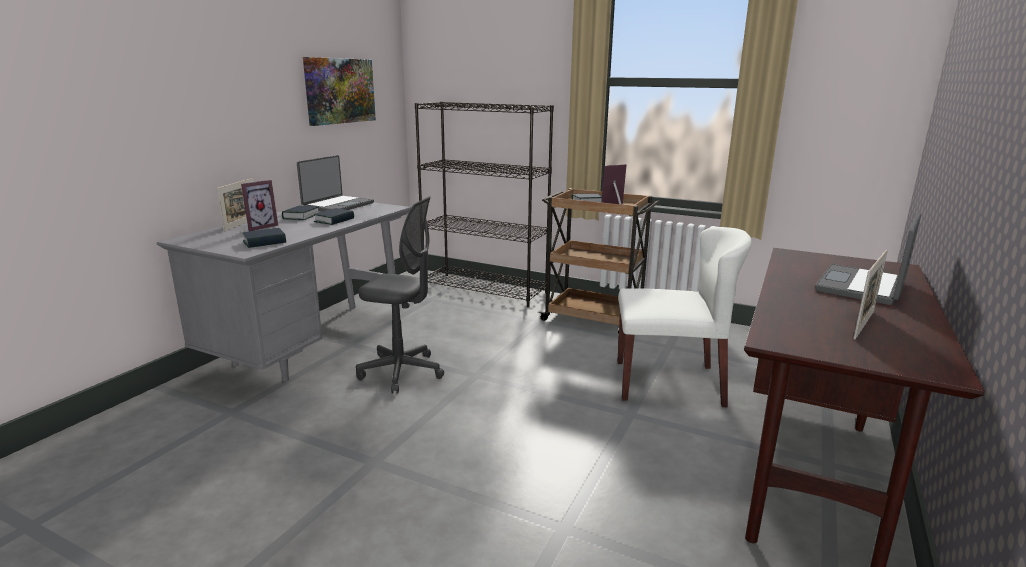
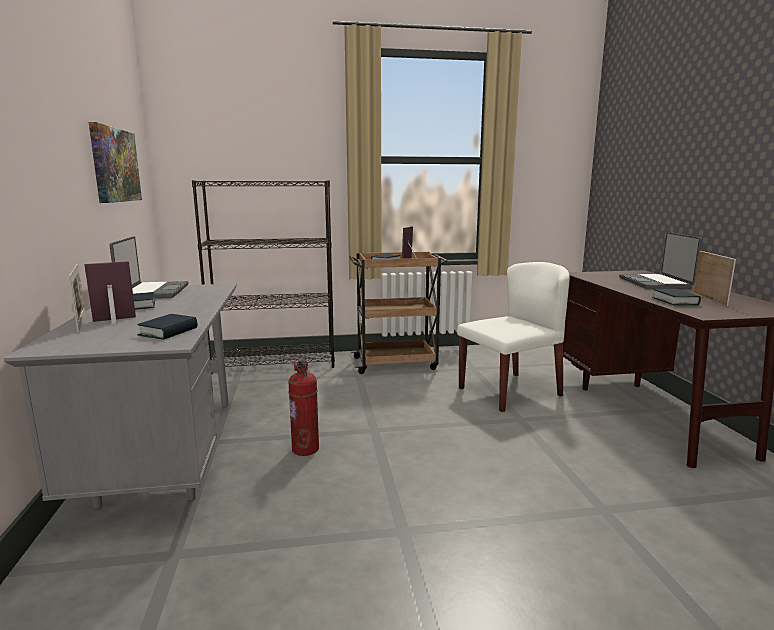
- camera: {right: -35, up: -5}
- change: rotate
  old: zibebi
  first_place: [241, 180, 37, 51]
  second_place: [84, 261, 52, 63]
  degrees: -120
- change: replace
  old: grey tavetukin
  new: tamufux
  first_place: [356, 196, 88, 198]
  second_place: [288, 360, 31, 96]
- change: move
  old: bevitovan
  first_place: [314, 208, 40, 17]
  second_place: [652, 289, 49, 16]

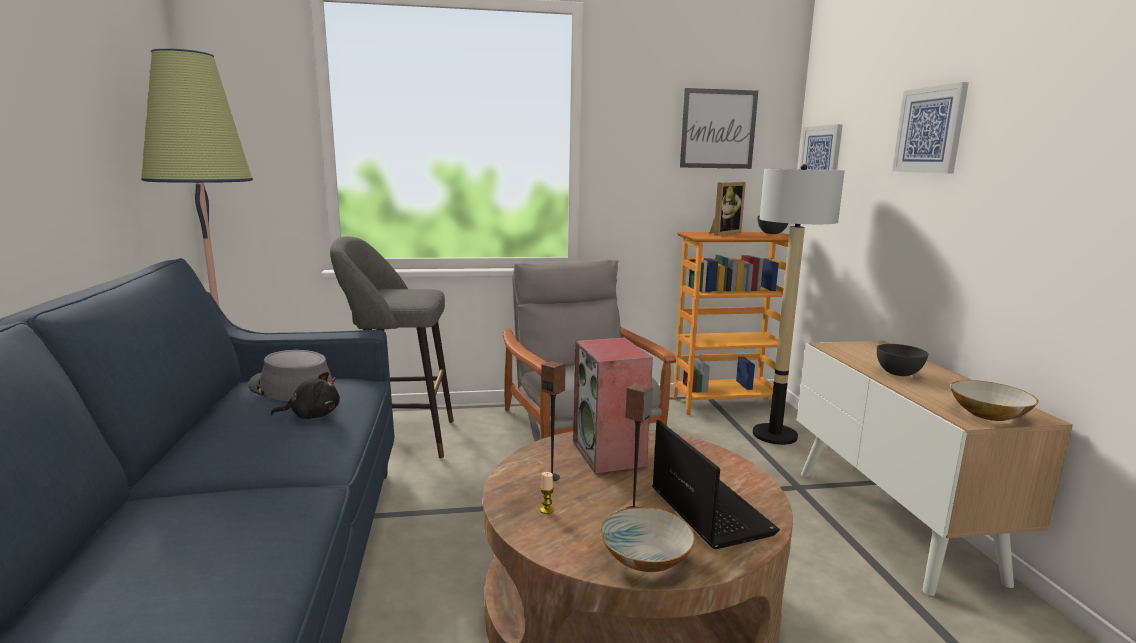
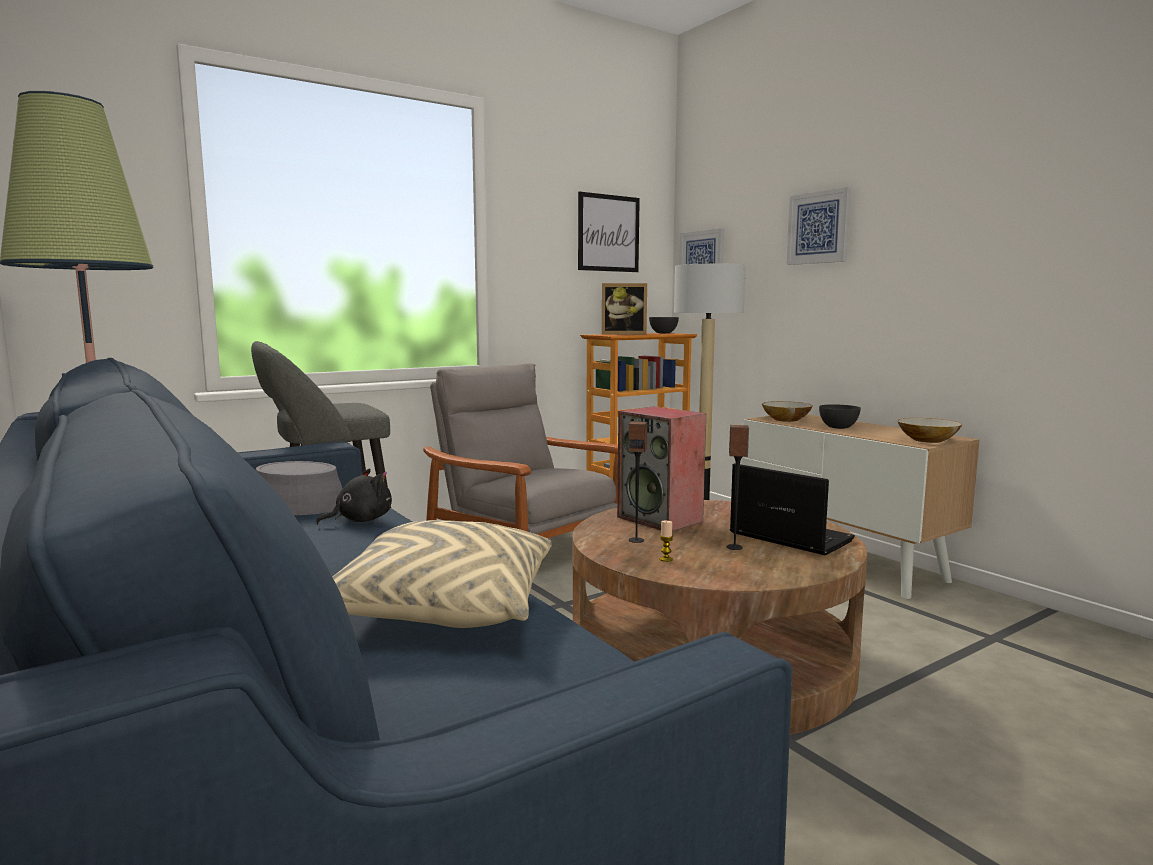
- camera: {right: -25, up: -5}
- change: insert
  new: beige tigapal
  second_place: [333, 520, 219, 108]
- change: rotate
  old: zibebi
  first_place: [710, 182, 36, 54]
  second_place: [602, 283, 45, 52]
  degrees: 75
- change: move
  old: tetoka
  first_place: [600, 507, 96, 65]
  second_place: [762, 401, 51, 21]

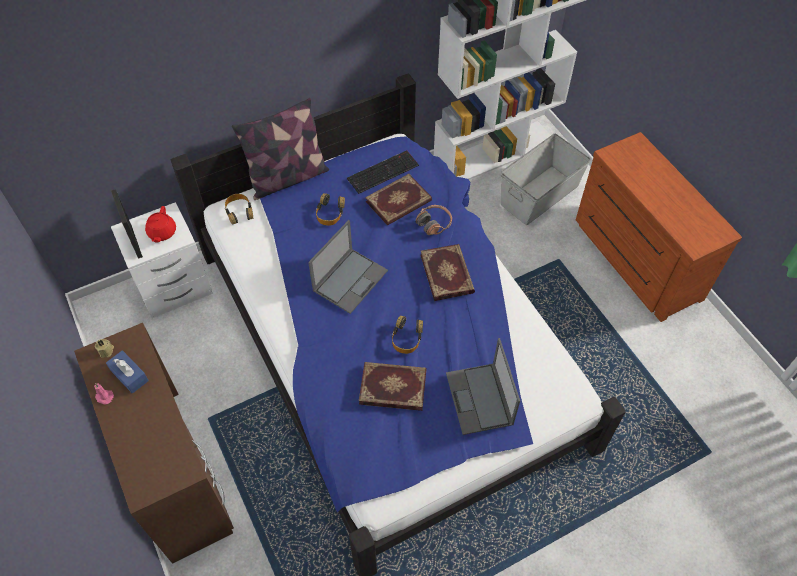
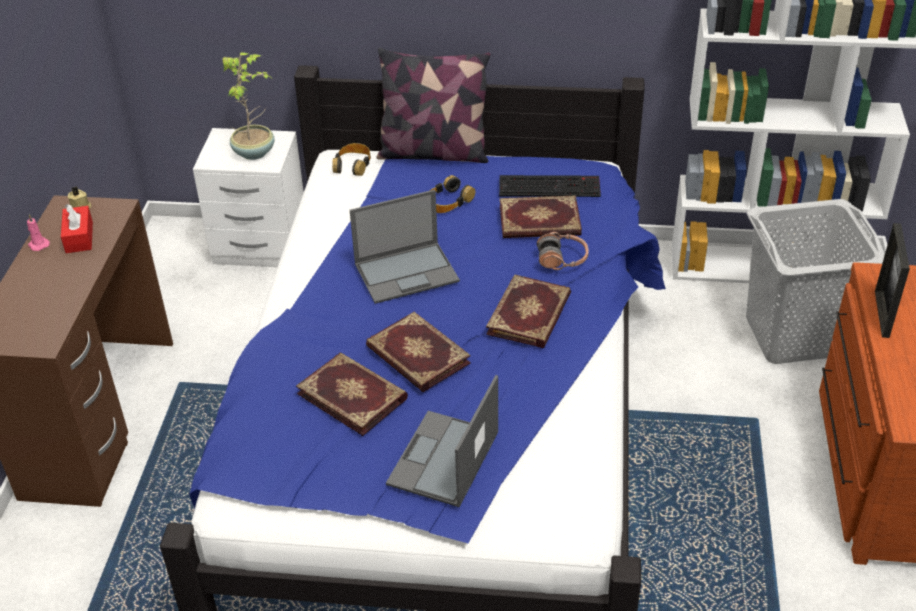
- camera: {right: 35, up: -15}
- change: recolor
  old: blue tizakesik
  new: red tizakesik
  first_place: [106, 350, 43, 44]
  second_place: [61, 204, 32, 49]
- change: replace
  old: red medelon
  new: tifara
  first_place: [145, 206, 31, 37]
  second_place: [222, 52, 53, 108]
- change: replace
  old: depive
  new: bevitovan
  first_place: [392, 315, 31, 39]
  second_place: [366, 312, 105, 80]
- change: replace
  old: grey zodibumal
  new: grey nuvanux
  first_place: [501, 134, 90, 91]
  second_place: [746, 199, 139, 165]
- change: move
  old: zibebi
  first_place: [111, 189, 32, 70]
  second_place: [875, 223, 35, 115]

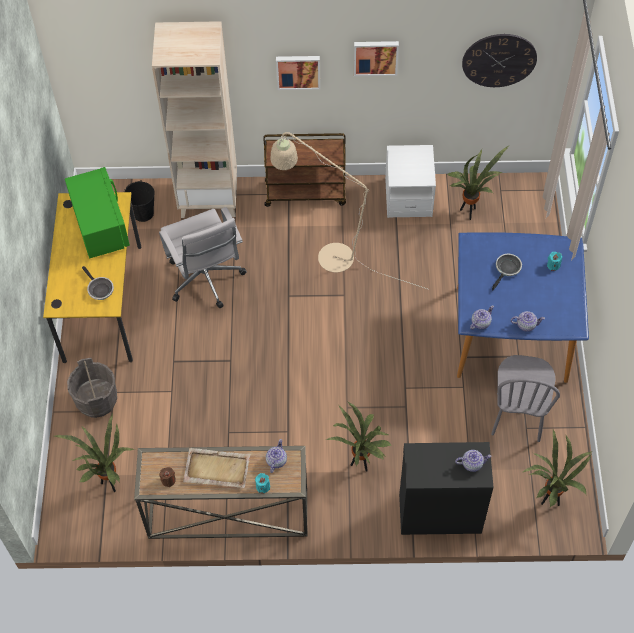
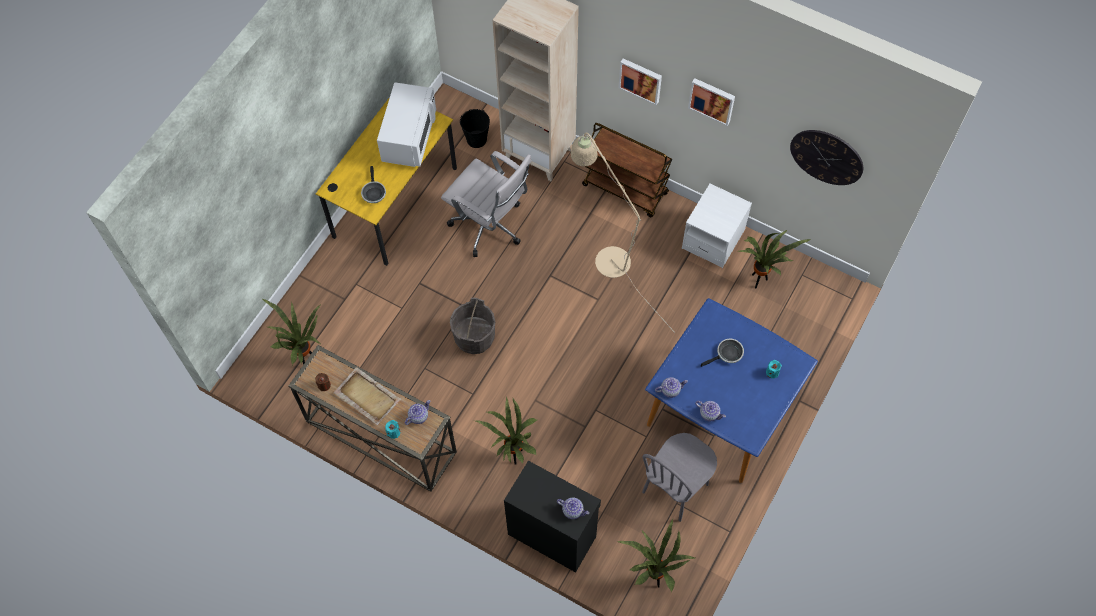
- camera: {right: 30, up: 5}
- change: recolor
  old: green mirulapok
  new: white mirulapok
  first_place: [65, 167, 65, 92]
  second_place: [377, 82, 59, 85]
- change: rotate
  old: white tavetukin
  first_place: [159, 207, 88, 102]
  second_place: [441, 151, 91, 106]
  degrees: -60
- change: move
  old: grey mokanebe
  first_place: [67, 358, 50, 60]
  second_place: [450, 298, 45, 56]

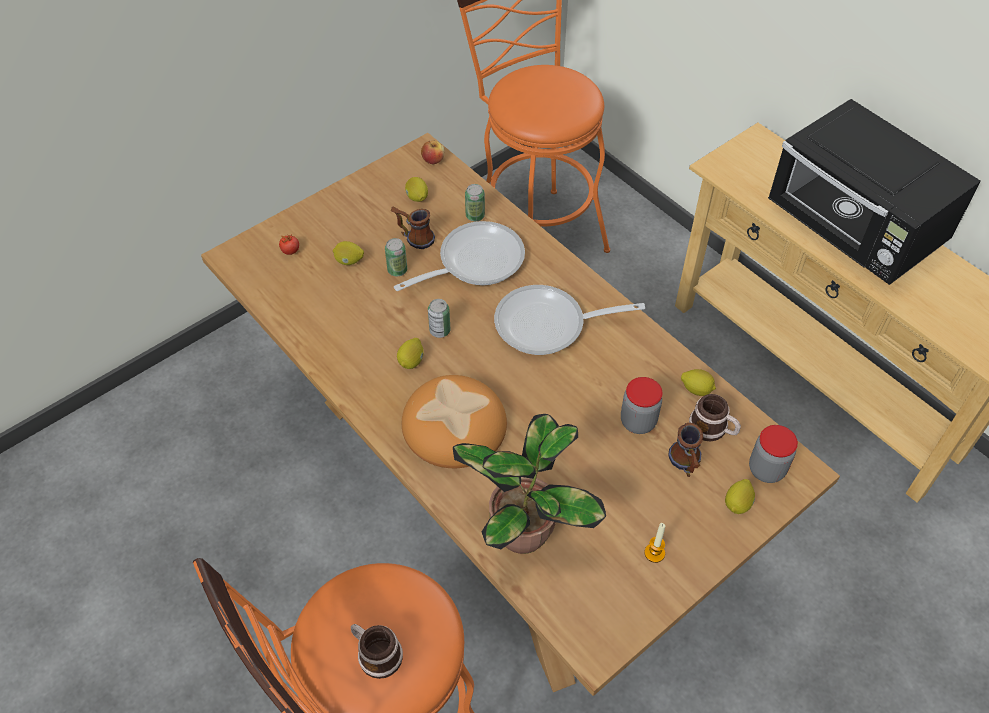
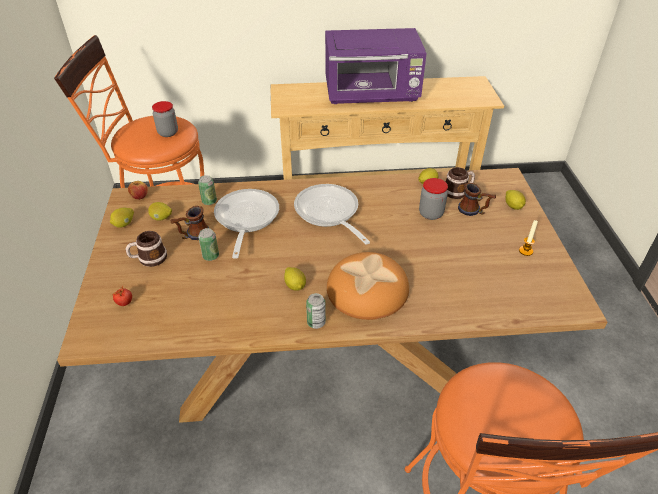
- camera: {right: -55, up: -10}
- change: move
  old: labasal
  first_place: [333, 241, 31, 24]
  second_place: [110, 208, 24, 20]
- change: move
  old: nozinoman
  first_place: [351, 624, 52, 55]
  second_place: [126, 231, 41, 36]
- change: move
  old: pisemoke
  first_place: [749, 425, 49, 58]
  second_place: [152, 101, 26, 36]
- change: rotate
  old: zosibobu
  first_place: [494, 285, 151, 70]
  second_place: [294, 184, 76, 61]
  degrees: 120
- change: move
  old: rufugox
  first_place: [428, 299, 22, 39]
  second_place: [306, 293, 20, 36]
- change: recolor
  old: black mirulapok
  new: purple mirulapok
  first_place: [768, 99, 213, 186]
  second_place: [325, 28, 102, 76]
- change: delete
  old: tifara
  first_place: [453, 414, 153, 140]

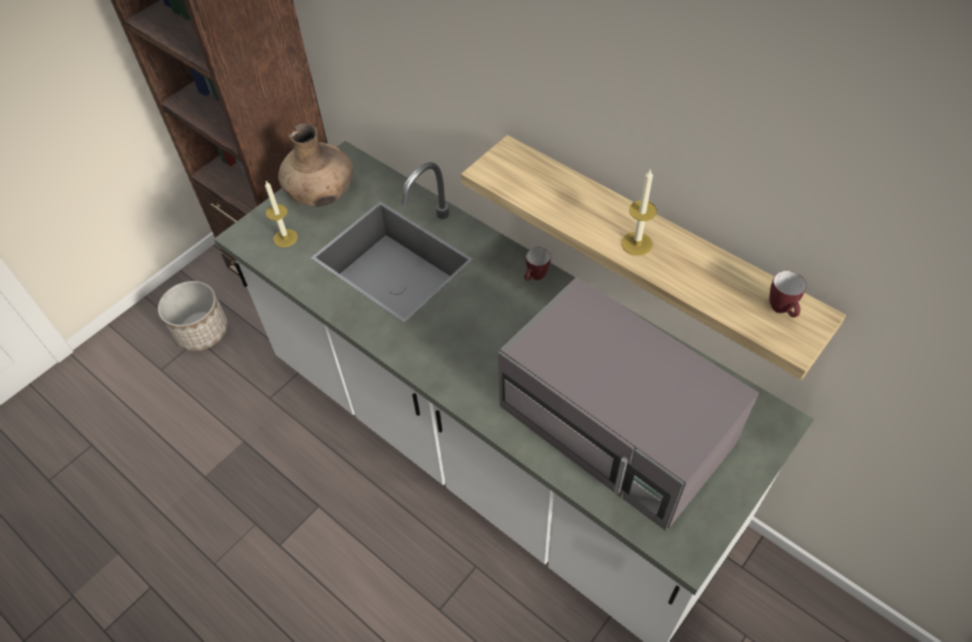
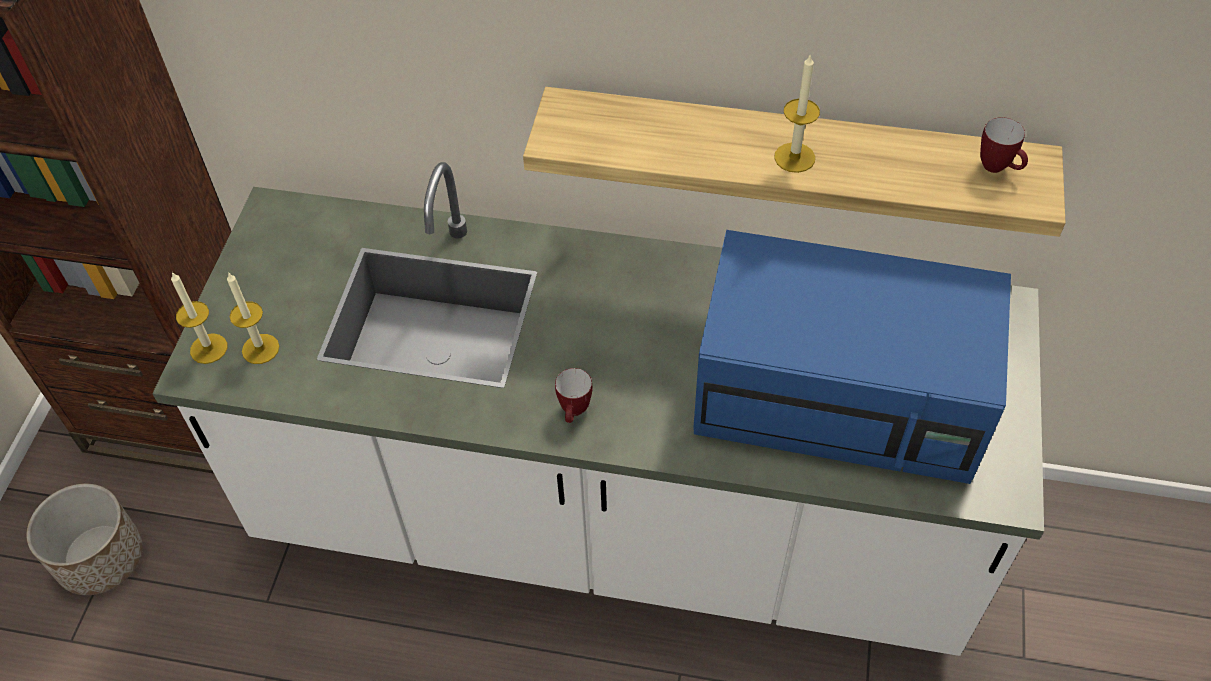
- camera: {right: -30, up: 0}
- change: insert
  new: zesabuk
  second_place: [171, 272, 56, 92]
- change: move
  old: nozinoman
  first_place: [524, 247, 27, 34]
  second_place: [555, 368, 37, 55]
- change: recolor
  old: grey mirulapok
  new: blue mirulapok
  first_place: [498, 277, 261, 253]
  second_place: [693, 230, 318, 254]
- change: delete
  old: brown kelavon
  first_place: [278, 124, 75, 83]

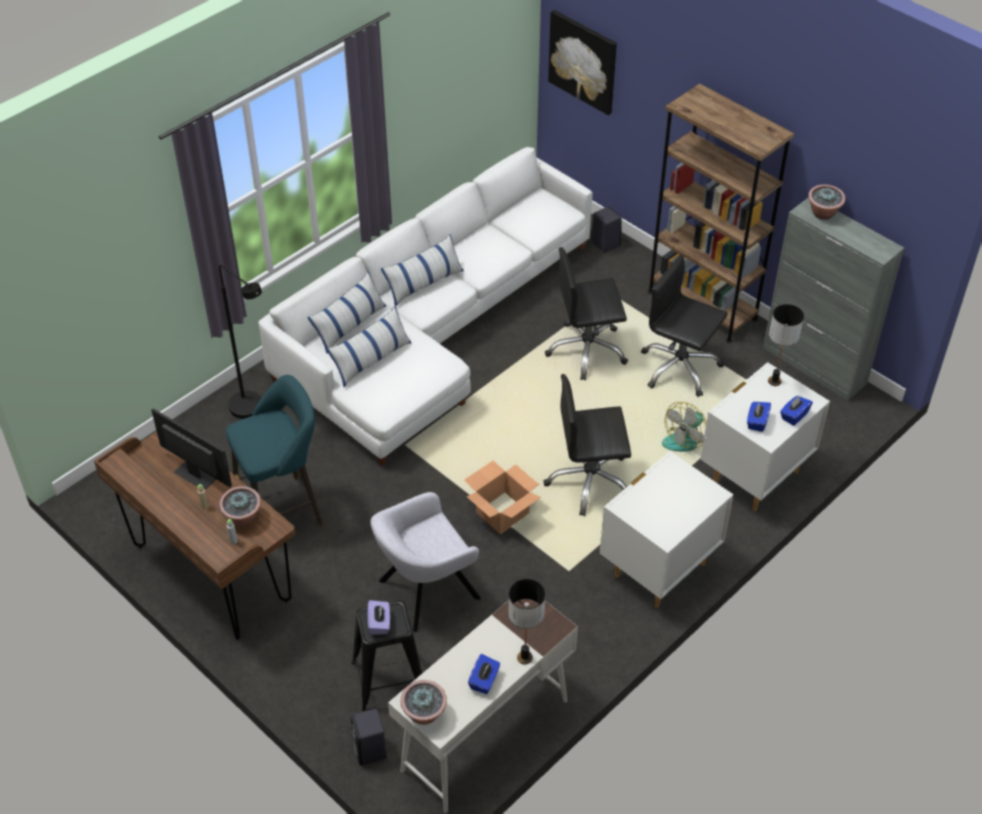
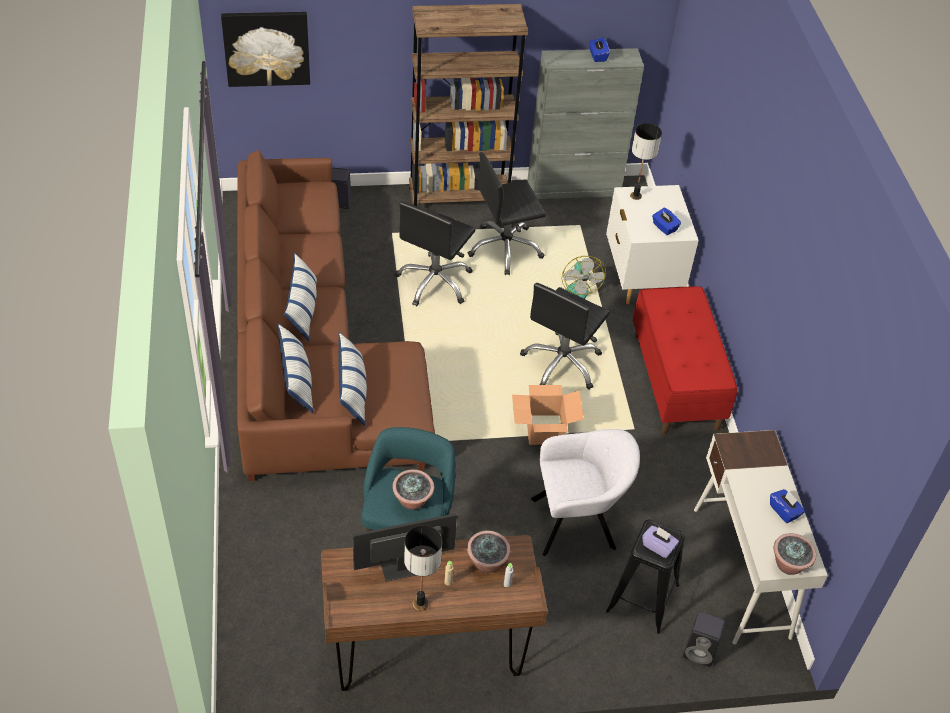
- camera: {right: -55, up: 0}
- change: recolor
  old: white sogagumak
  new: brown sogagumak
  first_place: [258, 147, 335, 318]
  second_place: [237, 150, 198, 332]
- change: move
  old: tifara
  first_place: [808, 184, 38, 36]
  second_place: [392, 469, 42, 41]
- change: move
  old: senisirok
  first_place: [508, 579, 38, 85]
  second_place: [404, 525, 38, 86]
- change: rotate
  old: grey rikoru
  first_place: [370, 492, 111, 140]
  second_place: [531, 429, 109, 127]
  degrees: -105
- change: move
  old: blue tizakesik
  first_place: [780, 395, 33, 31]
  second_place: [589, 38, 21, 24]
- change: replace
  old: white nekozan
  new: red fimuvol
  first_place: [600, 451, 133, 157]
  second_place: [633, 286, 104, 148]
- change: delete
  old: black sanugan
  first_place: [219, 265, 43, 154]

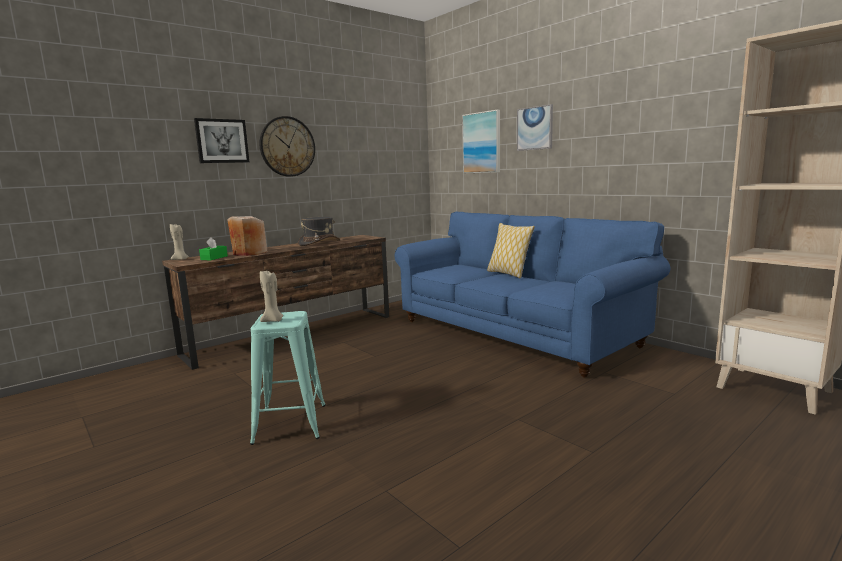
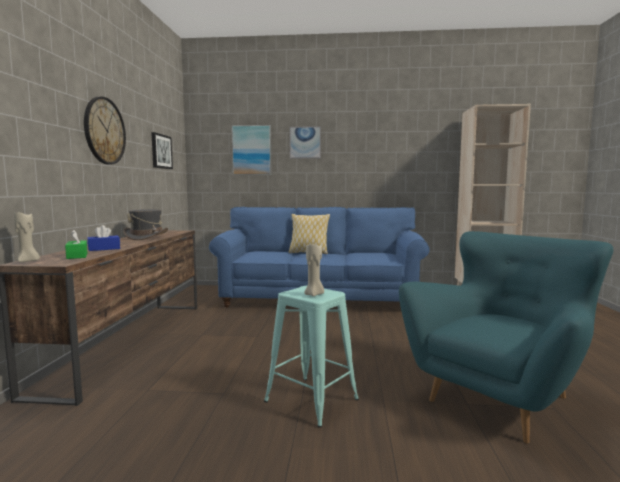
- camera: {right: -45, up: -5}
- change: replace
  old: beige kelavon
  new: blue tizakesik
  first_place: [227, 216, 40, 40]
  second_place: [87, 225, 33, 26]
- change: move
  old: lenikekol
  first_place: [194, 118, 55, 45]
  second_place: [151, 132, 22, 37]
- change: insert
  new: turquoise rikoru
  second_place: [399, 231, 215, 213]

